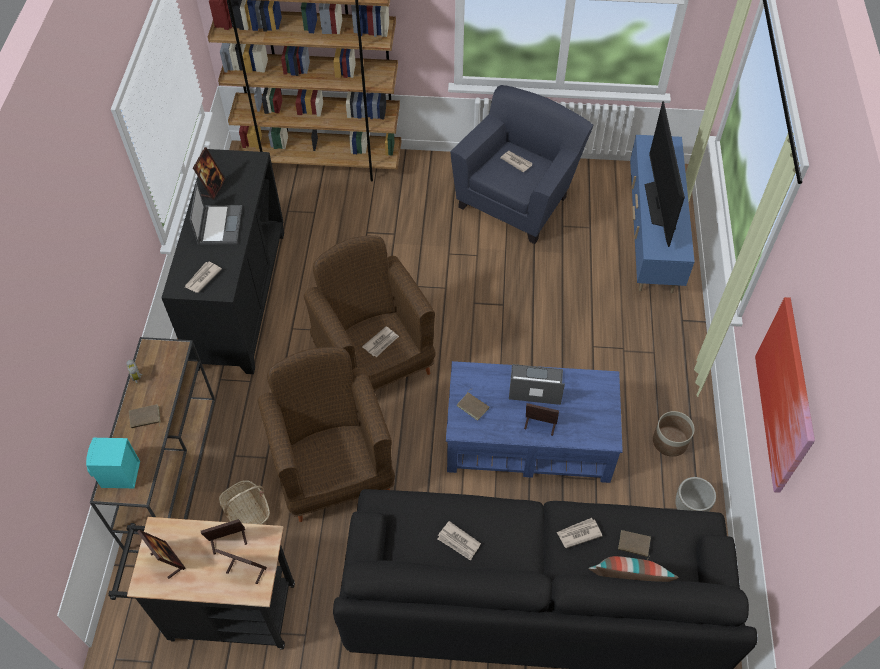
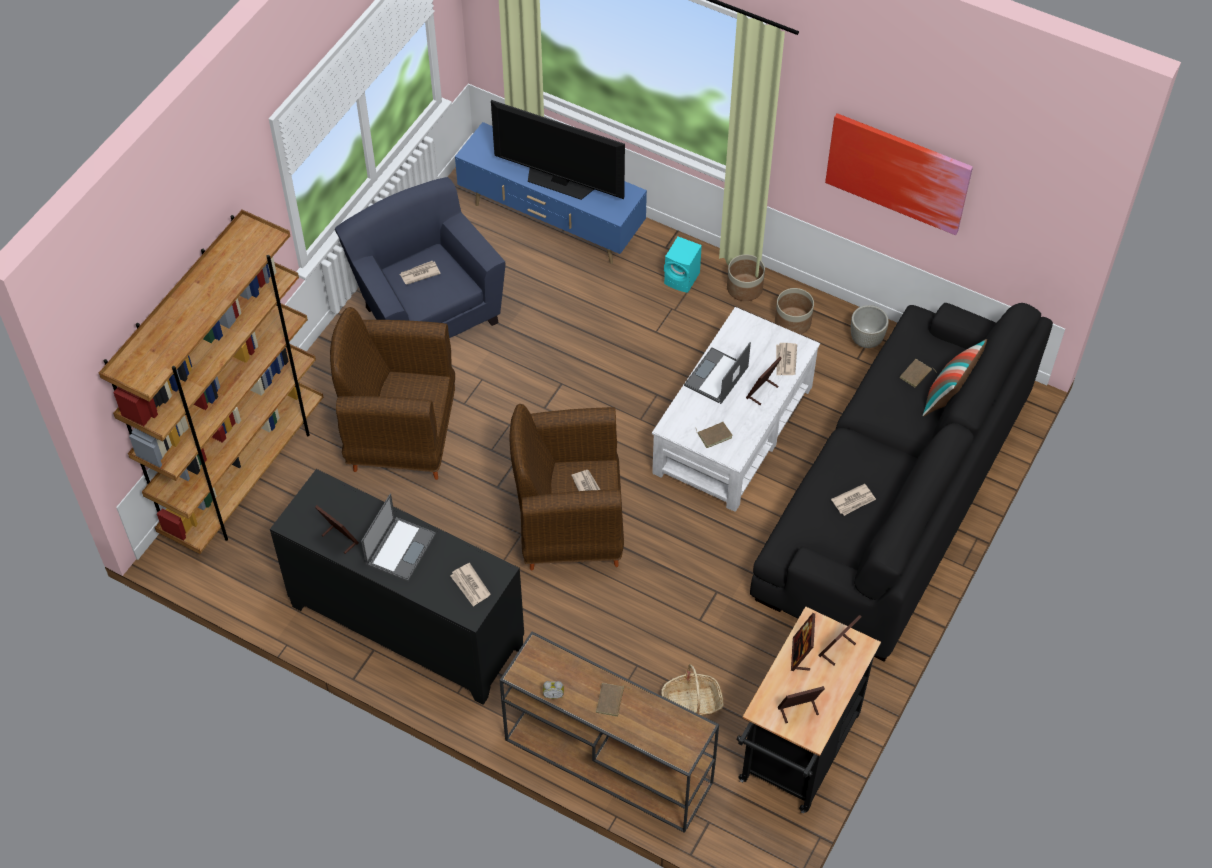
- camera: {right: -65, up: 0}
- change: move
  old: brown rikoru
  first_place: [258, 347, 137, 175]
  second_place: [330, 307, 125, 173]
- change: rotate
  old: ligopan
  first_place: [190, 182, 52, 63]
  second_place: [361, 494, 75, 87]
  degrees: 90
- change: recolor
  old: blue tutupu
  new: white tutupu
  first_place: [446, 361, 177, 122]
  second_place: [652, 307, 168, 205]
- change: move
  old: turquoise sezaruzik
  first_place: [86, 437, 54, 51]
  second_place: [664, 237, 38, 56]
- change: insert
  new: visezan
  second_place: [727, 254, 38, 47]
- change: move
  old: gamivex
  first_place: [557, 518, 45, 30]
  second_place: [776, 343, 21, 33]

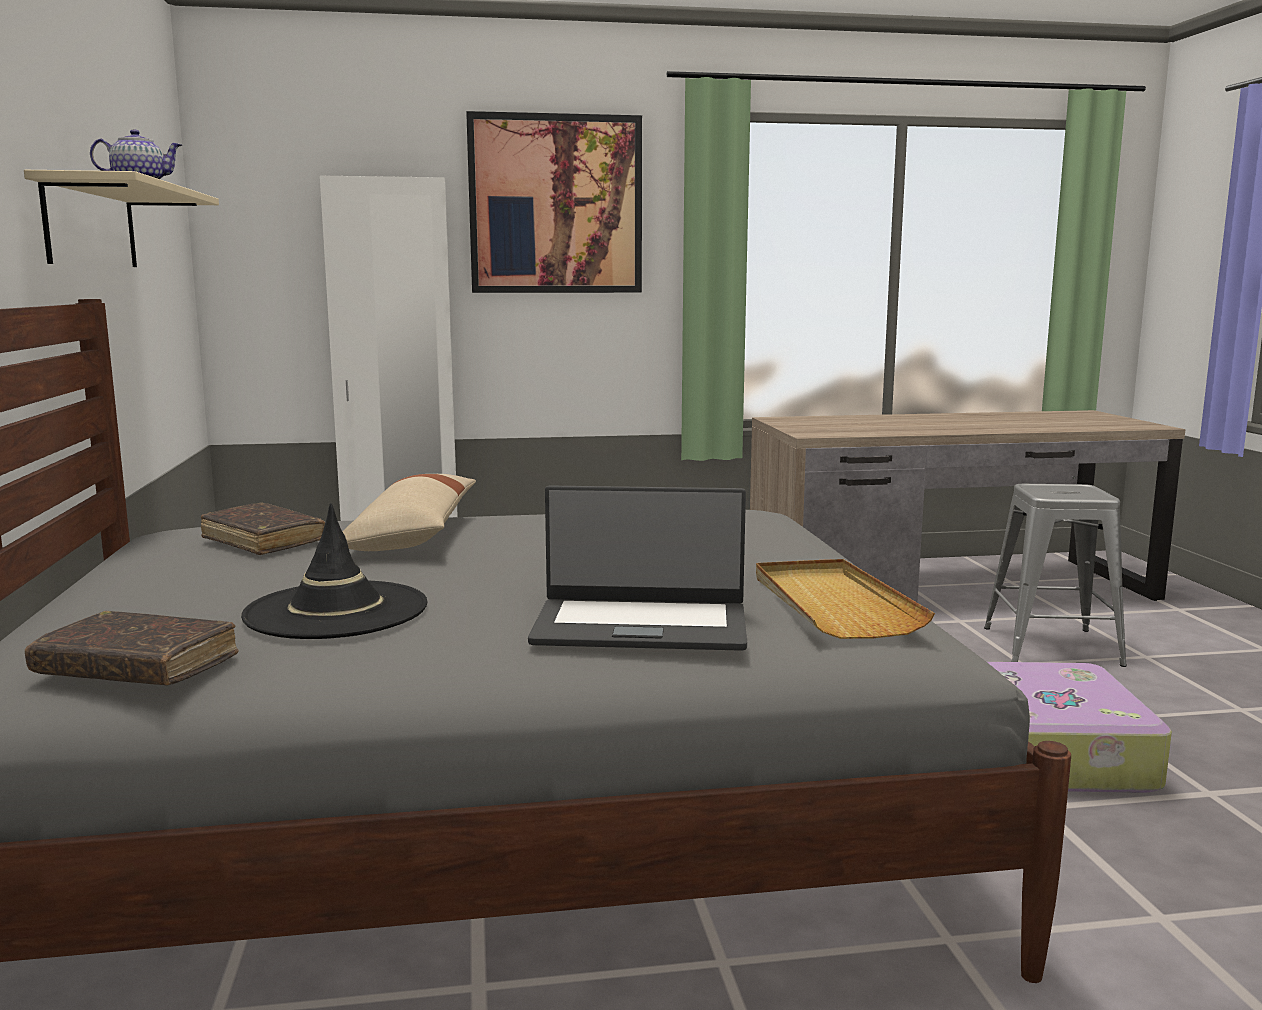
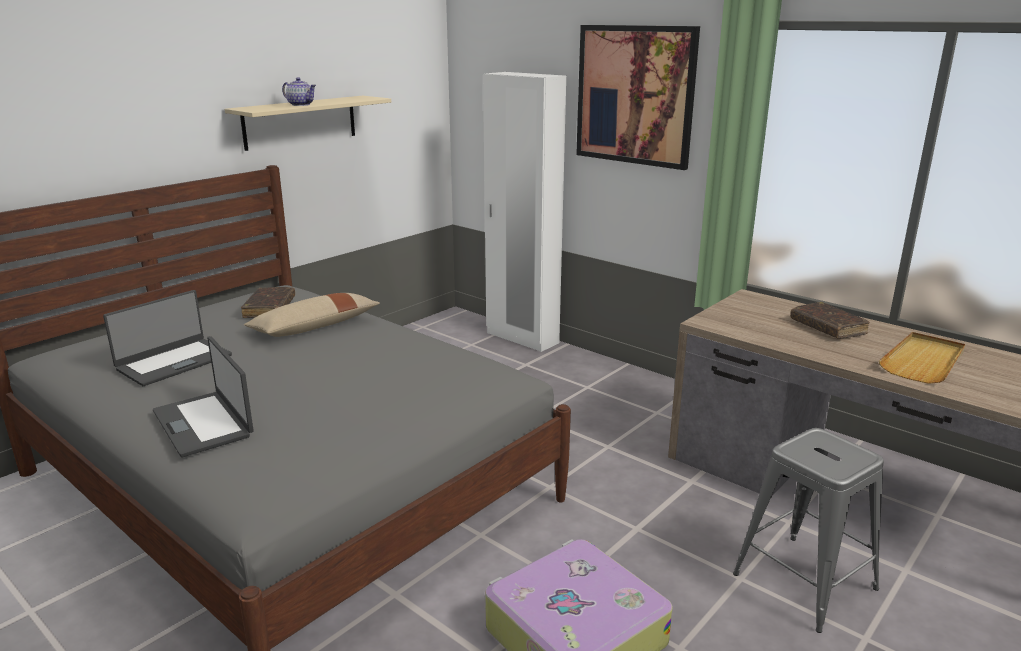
- camera: {right: 50, up: 10}
- change: replace
  old: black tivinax
  new: ligopan
  first_place: [241, 503, 186, 136]
  second_place: [103, 290, 129, 96]
- change: move
  old: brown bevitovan
  first_place: [25, 611, 214, 75]
  second_place: [790, 302, 80, 36]
- change: move
  old: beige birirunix
  first_place: [756, 559, 179, 80]
  second_place: [879, 332, 87, 52]

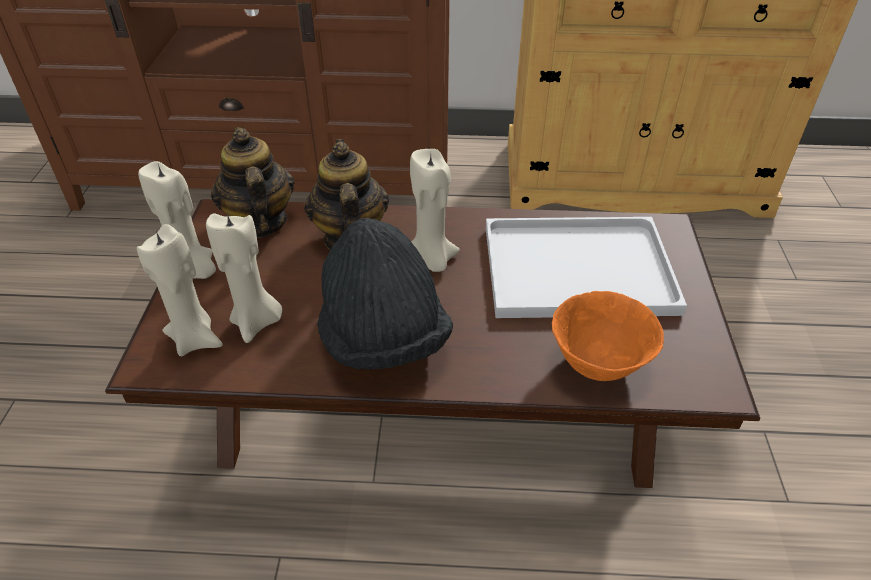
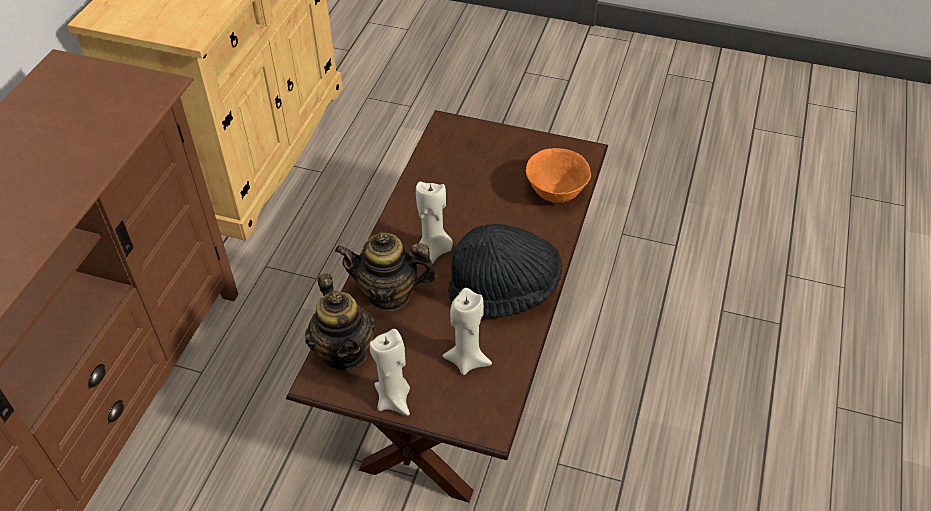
- camera: {right: -75, up: 5}
- change: rotate
  old: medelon
  first_place: [211, 127, 84, 111]
  second_place: [305, 273, 71, 97]
  degrees: -105
- change: delete
  old: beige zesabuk
  first_place: [137, 224, 86, 132]
- change: delete
  old: white birirunix
  first_place: [486, 217, 201, 101]

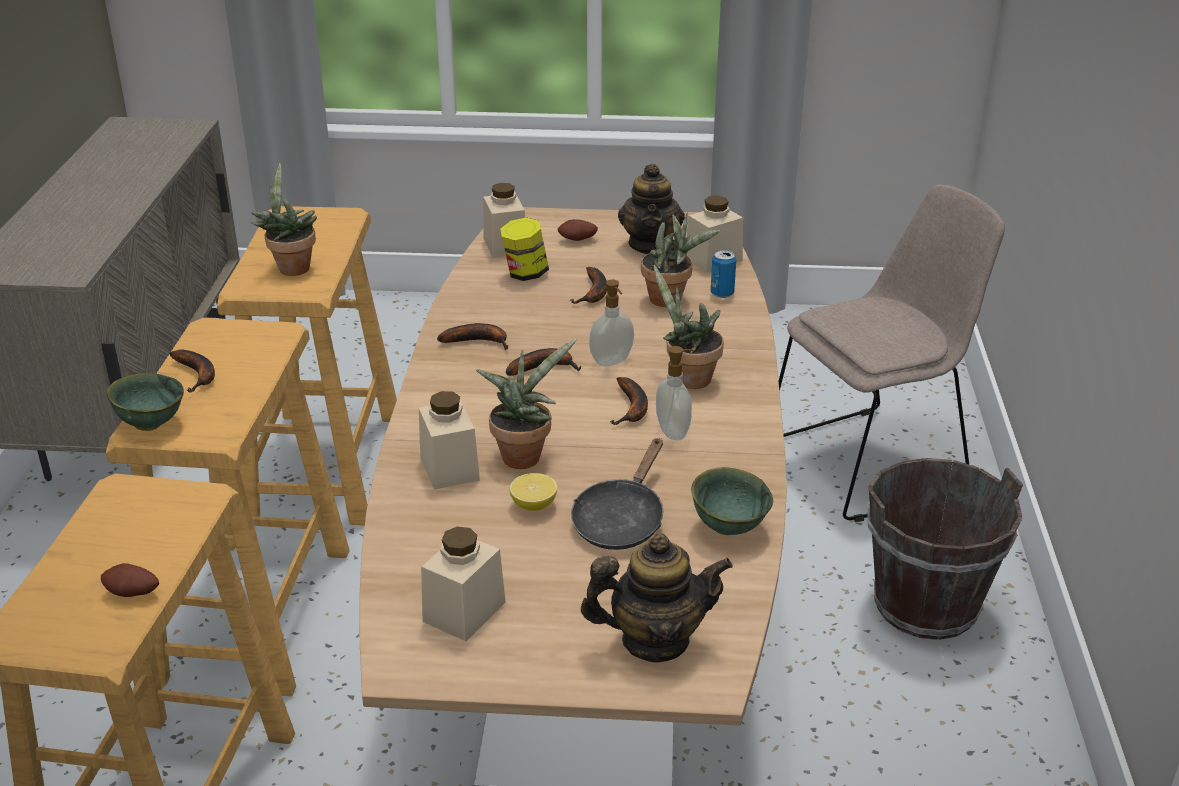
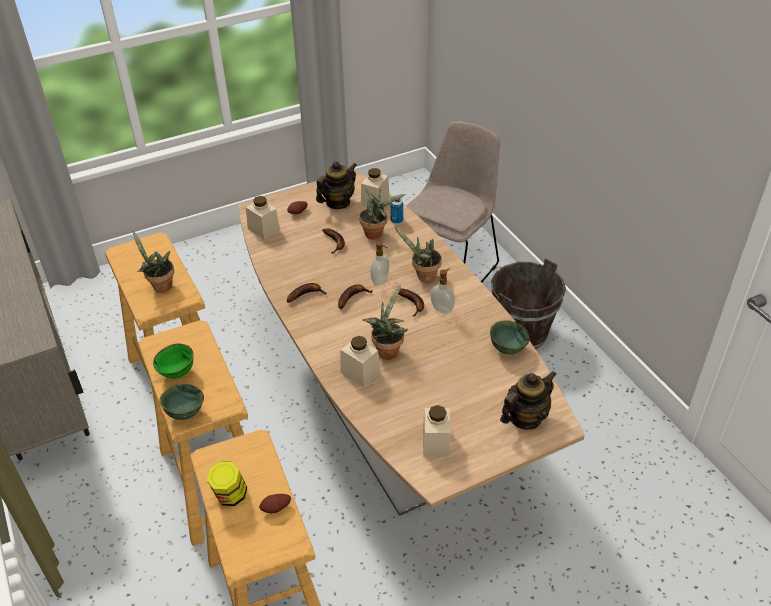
- camera: {right: -30, up: 10}
- change: replace
  old: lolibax
  new: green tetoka
  first_place: [169, 350, 46, 42]
  second_place: [153, 343, 40, 36]
- change: move
  old: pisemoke
  first_place: [501, 217, 48, 64]
  second_place: [207, 461, 40, 45]
- change: rotate
  old: medelon
  first_place: [618, 164, 67, 90]
  second_place: [316, 161, 41, 48]
  degrees: -105
- change: delete
  old: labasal
  first_place: [509, 473, 48, 38]
- change: delete
  old: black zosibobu
  first_place: [571, 438, 92, 112]

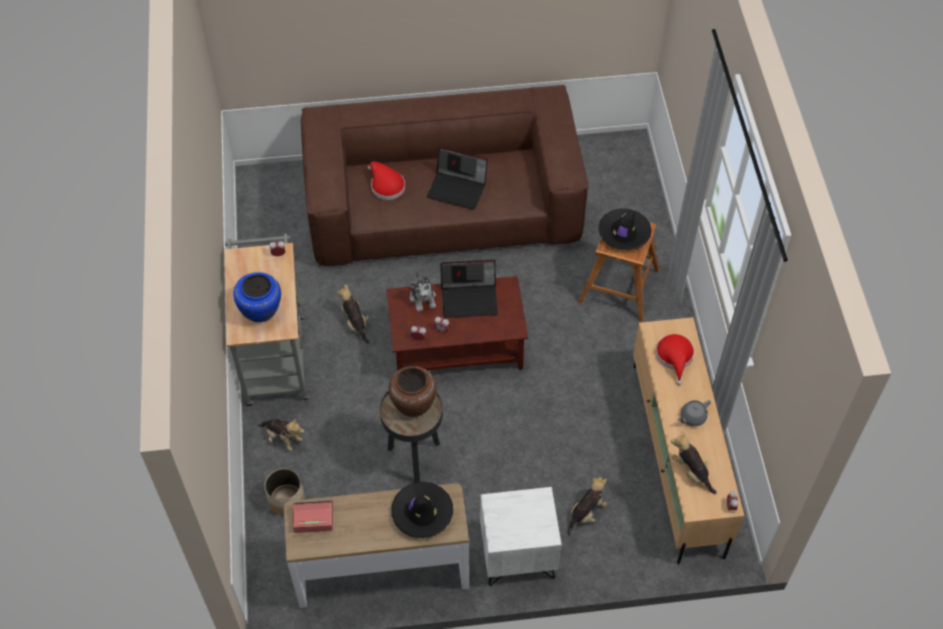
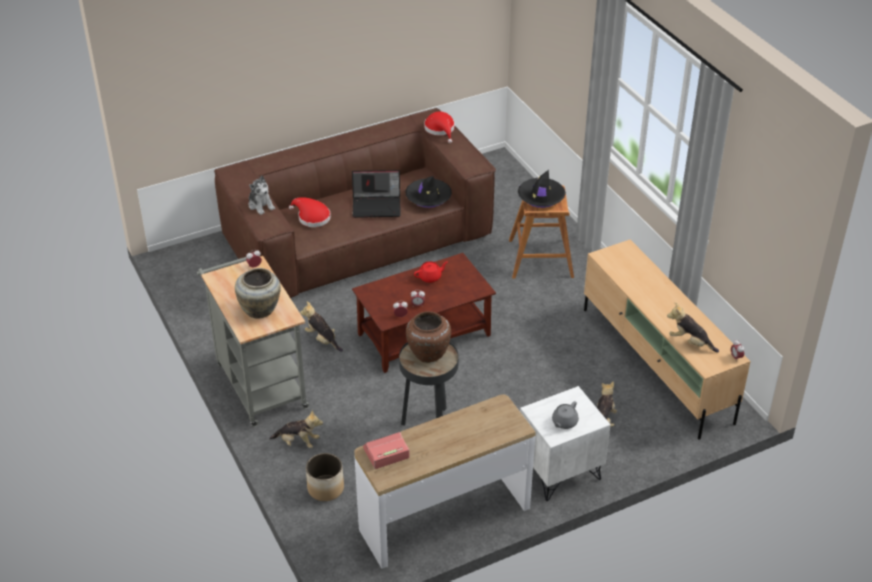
- camera: {right: -20, up: -15}
- change: recolor
  old: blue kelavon
  new: beige kelavon
  first_place: [233, 272, 48, 50]
  second_place: [235, 268, 46, 51]
- change: move
  old: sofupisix
  first_place: [410, 272, 26, 40]
  second_place: [249, 175, 26, 40]
- change: move
  old: black tivinax
  first_place: [391, 482, 62, 56]
  second_place: [406, 176, 46, 32]
- change: replace
  old: ligopan
  new: red medelon
  first_place: [440, 260, 58, 58]
  second_place: [414, 261, 34, 22]
- change: move
  old: red tivinax
  first_place: [656, 334, 38, 51]
  second_place: [424, 112, 31, 31]
- change: move
  old: grey medelon
  first_place: [678, 400, 33, 26]
  second_place: [552, 401, 27, 28]

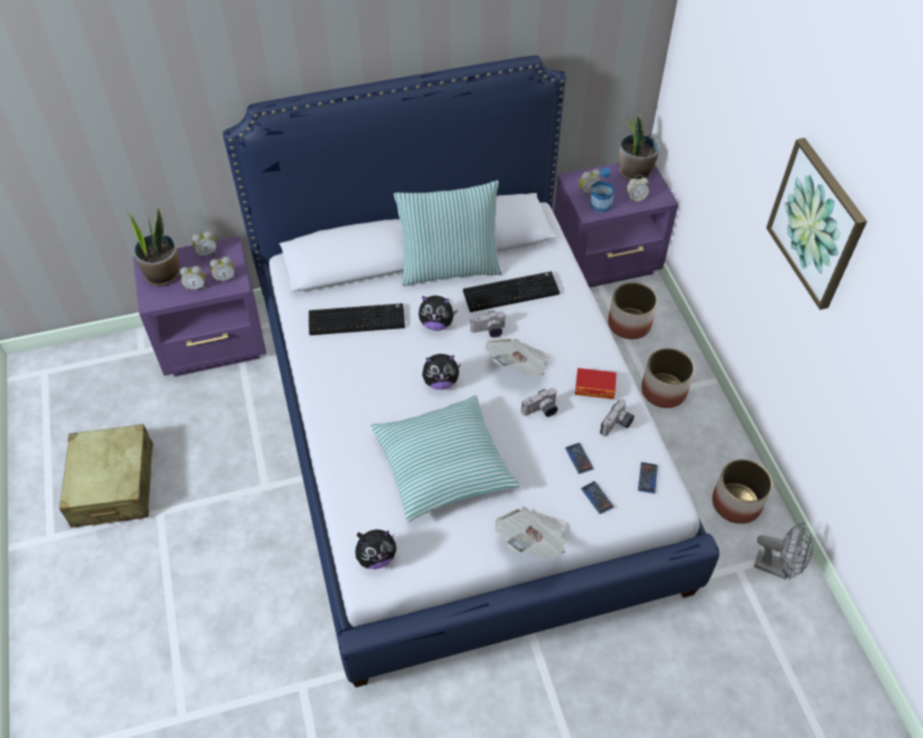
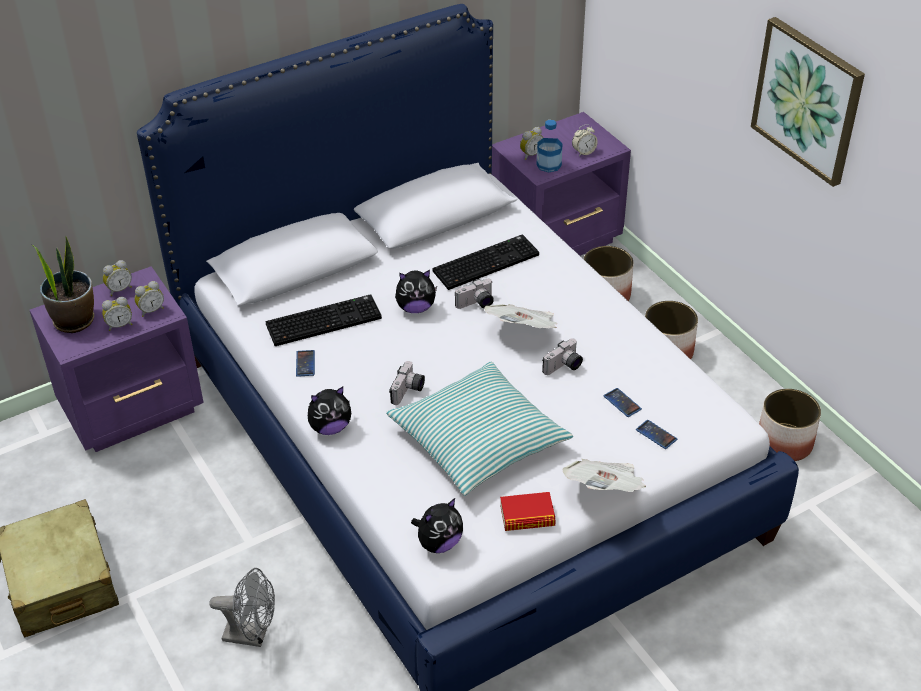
- camera: {right: -15, up: -10}
- change: move
  old: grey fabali
  first_place: [754, 522, 59, 58]
  second_place: [209, 568, 66, 79]
- change: move
  old: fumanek
  first_place: [638, 462, 20, 32]
  second_place: [296, 350, 19, 27]
- change: move
  old: sofupisix
  first_place: [422, 354, 38, 36]
  second_place: [308, 387, 43, 48]
- change: move
  old: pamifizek
  first_place: [600, 399, 34, 37]
  second_place: [389, 361, 36, 44]
- change: move
  old: bevitovan
  first_place: [575, 368, 42, 31]
  second_place: [500, 492, 56, 39]
- change: delete
  old: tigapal
  first_place: [394, 180, 108, 106]
- change: delete
  old: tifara
  first_place: [619, 108, 41, 73]

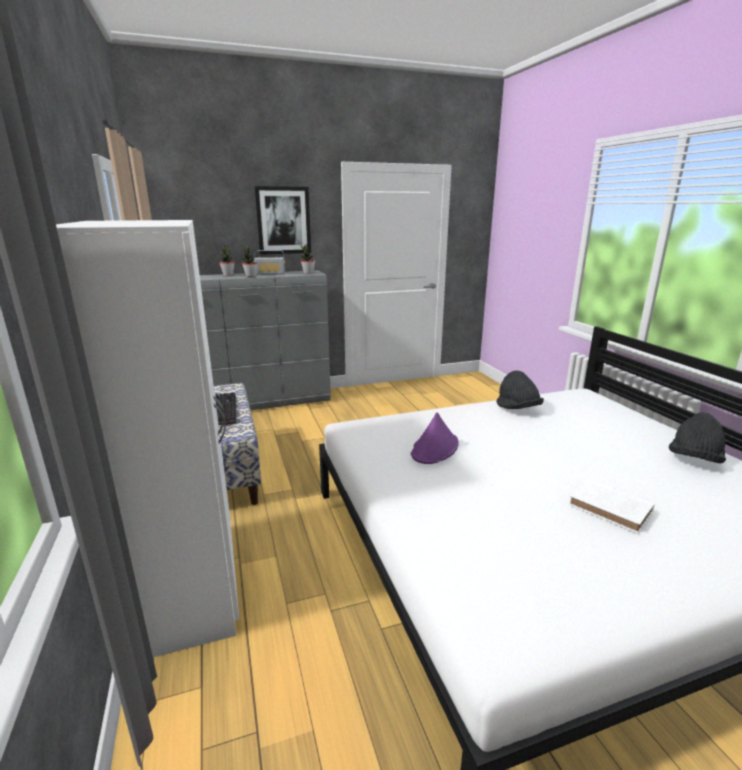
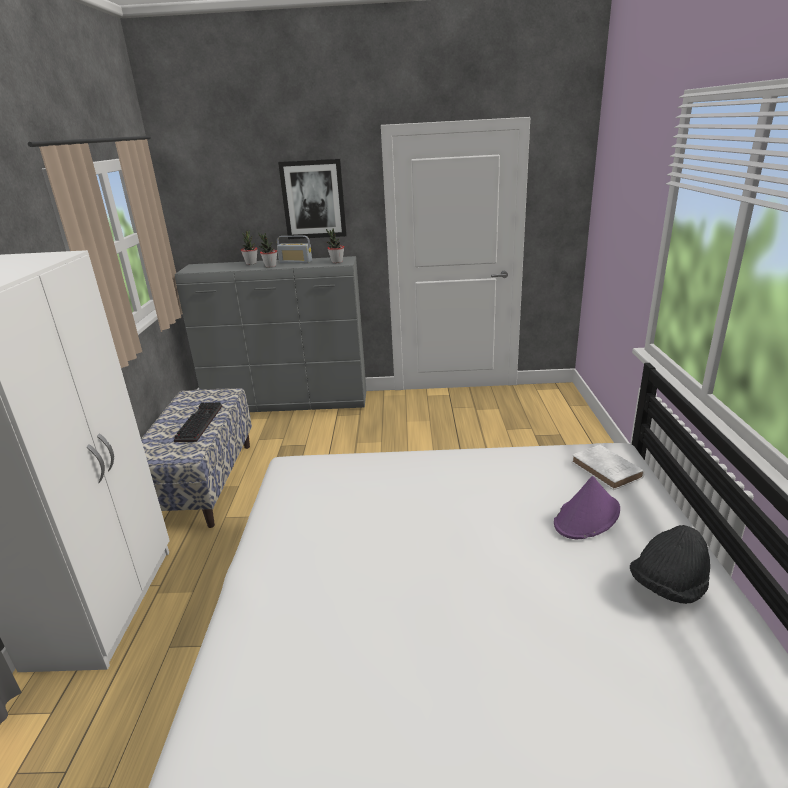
- camera: {right: 20, up: 5}
- change: move
  old: purple tivinax
  first_place: [411, 412, 48, 52]
  second_place: [554, 476, 66, 63]
- change: move
  old: white bevitovan
  first_place: [569, 479, 86, 55]
  second_place: [571, 445, 74, 45]
- change: delete
  old: black tivinax
  first_place: [497, 370, 47, 39]

